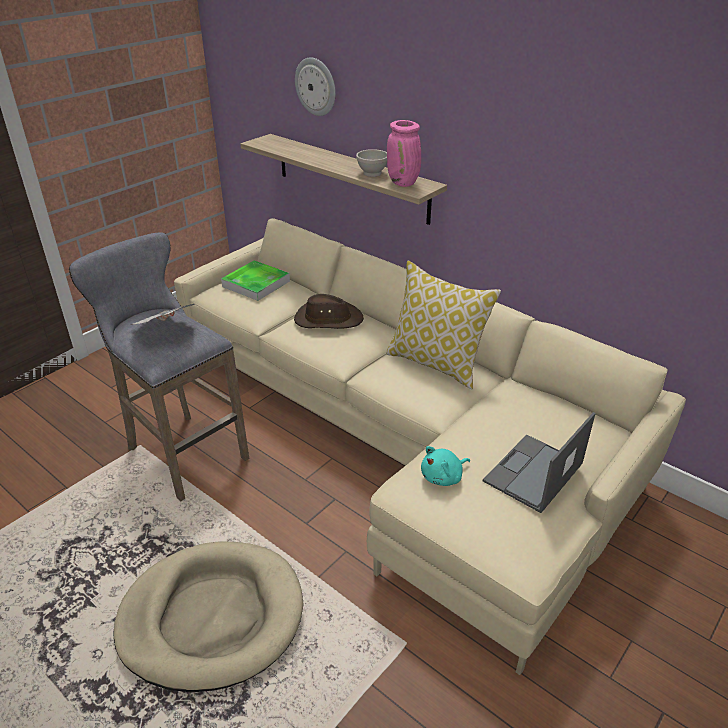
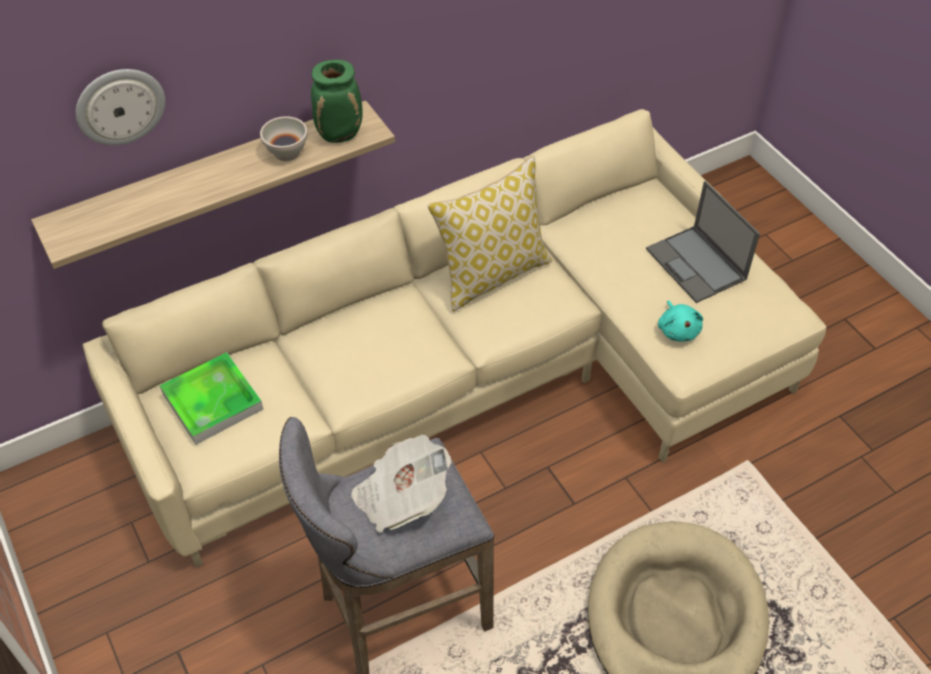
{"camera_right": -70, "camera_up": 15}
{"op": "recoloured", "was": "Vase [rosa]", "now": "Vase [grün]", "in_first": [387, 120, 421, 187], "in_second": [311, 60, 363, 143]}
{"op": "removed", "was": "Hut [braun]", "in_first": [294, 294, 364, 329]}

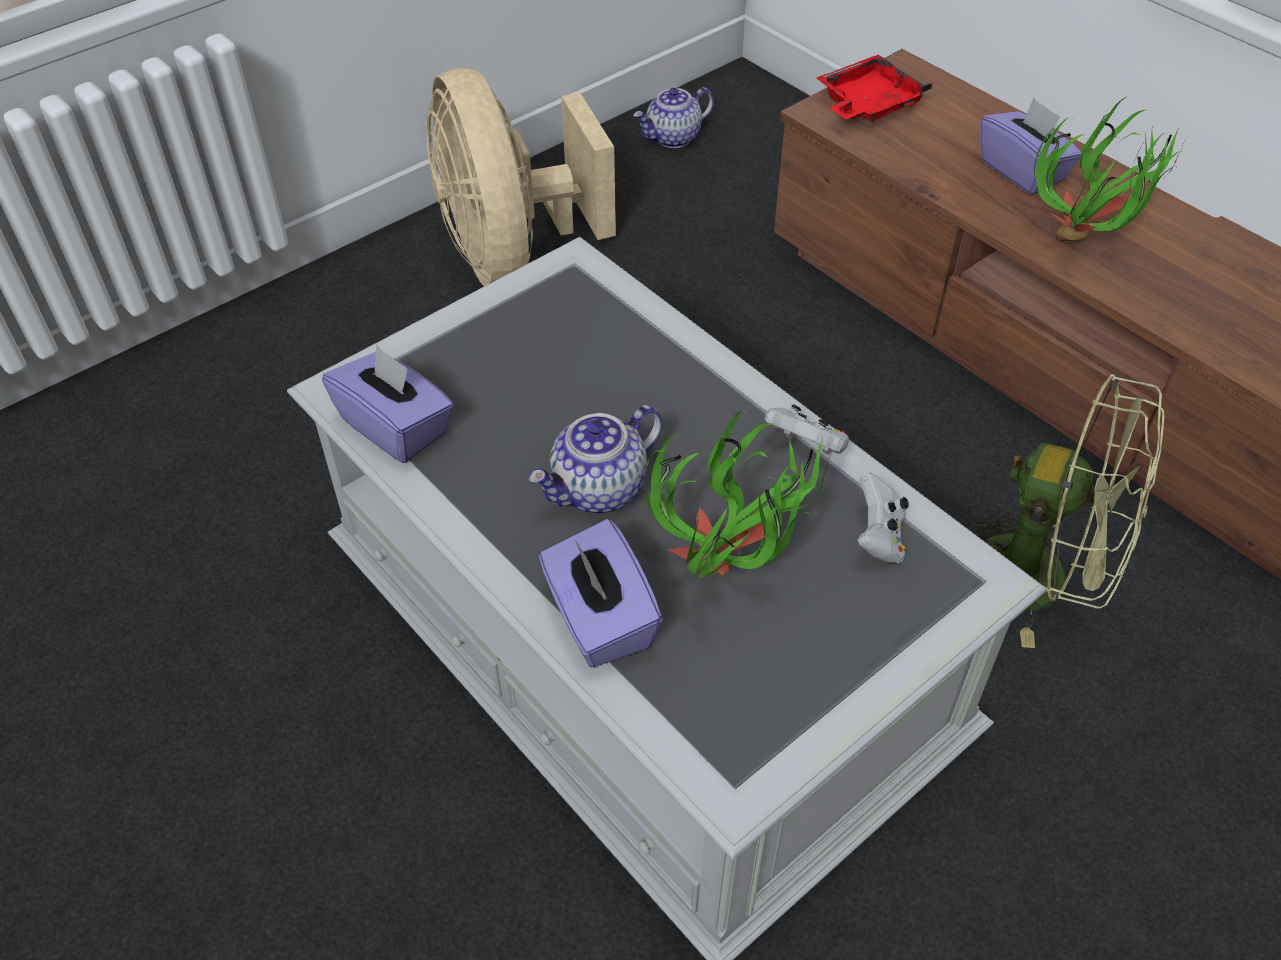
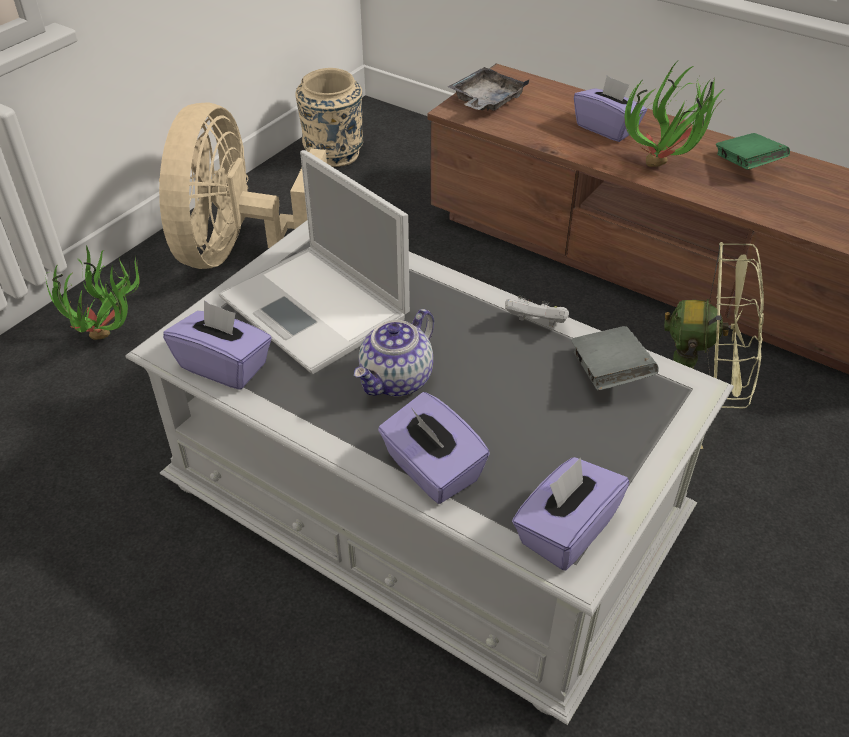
{"camera_right": -15, "camera_up": -5}
{"op": "recoloured", "was": "Tablett [rot]", "now": "Tablett [grau]", "in_first": [816, 55, 933, 122], "in_second": [448, 67, 530, 111]}
{"op": "turned", "was": "Ventilator [beige]", "in_first": [426, 68, 616, 286], "in_second": [159, 102, 327, 269], "clockwise": 45}
{"op": "replaced", "was": "Teekanne", "now": "Vase [beige]", "in_first": [633, 87, 714, 148], "in_second": [296, 68, 363, 167]}
{"op": "moved", "was": "Topfpflanze", "in_first": [645, 411, 831, 578], "in_second": [46, 245, 140, 340]}
{"op": "replaced", "was": "Gamepad [weiß]", "now": "Buch [grau]", "in_first": [857, 473, 909, 563], "in_second": [571, 326, 659, 390]}
{"op": "added", "now": "Buch [grün]", "in_second": [715, 133, 790, 170]}
{"op": "added", "now": "Laptop", "in_second": [219, 150, 410, 374]}
{"op": "added", "now": "Taschentuchbox [lila]", "in_second": [512, 457, 629, 570]}

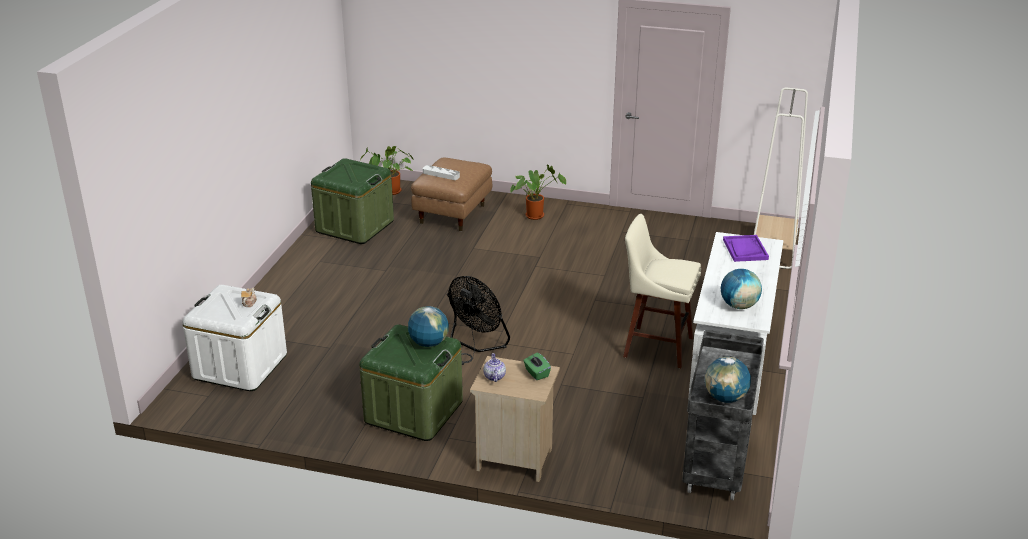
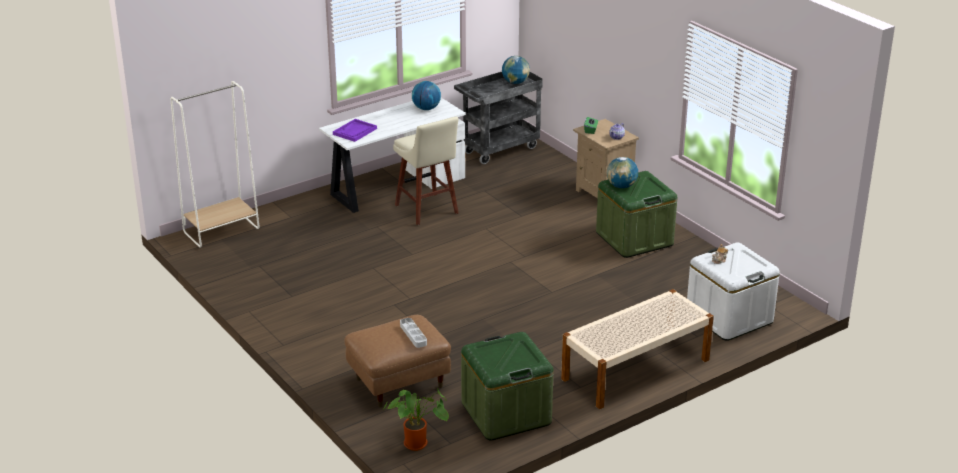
{"camera_right": -140, "camera_up": 0}
{"op": "removed", "was": "Topfpflanze", "in_first": [510, 164, 566, 220]}
{"op": "removed", "was": "Ventilator [schwarz]", "in_first": [447, 276, 510, 365]}
{"op": "added", "now": "Bank [beige]", "in_second": [561, 289, 714, 410]}

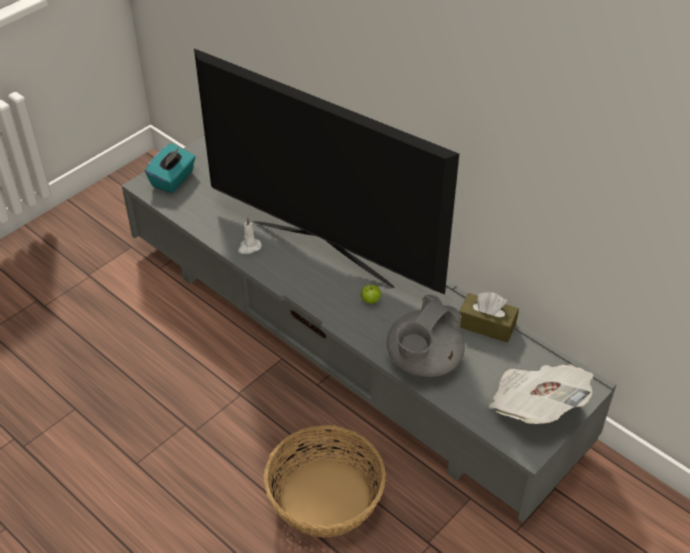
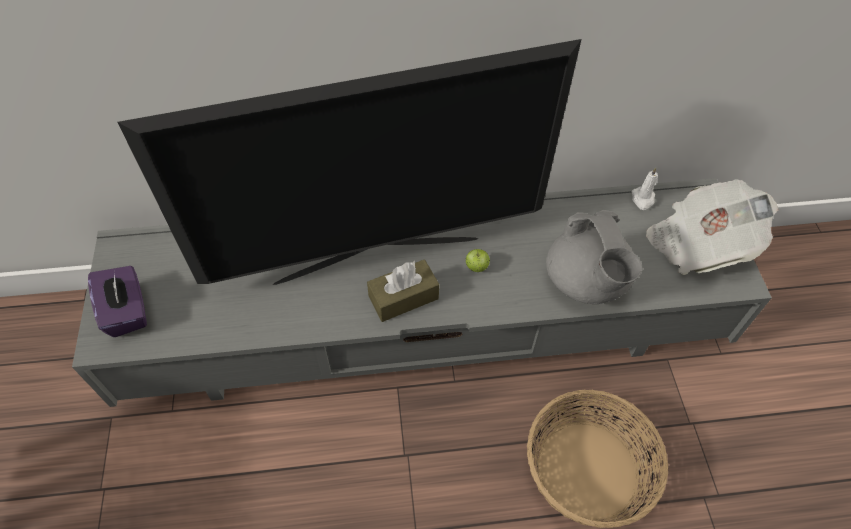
{"camera_right": -50, "camera_up": 10}
{"op": "recoloured", "was": "Taschentuchbox [türkis]", "now": "Taschentuchbox [lila]", "in_first": [145, 143, 196, 193], "in_second": [88, 266, 147, 337]}
{"op": "moved", "was": "Kerze [weiß]", "in_first": [238, 218, 262, 254], "in_second": [632, 167, 658, 210]}
{"op": "moved", "was": "Taschentuchbox [braun]", "in_first": [459, 292, 519, 343], "in_second": [367, 260, 439, 322]}

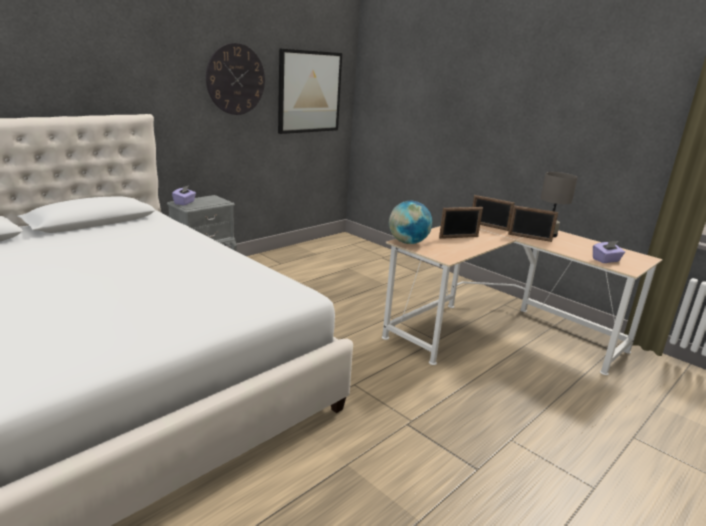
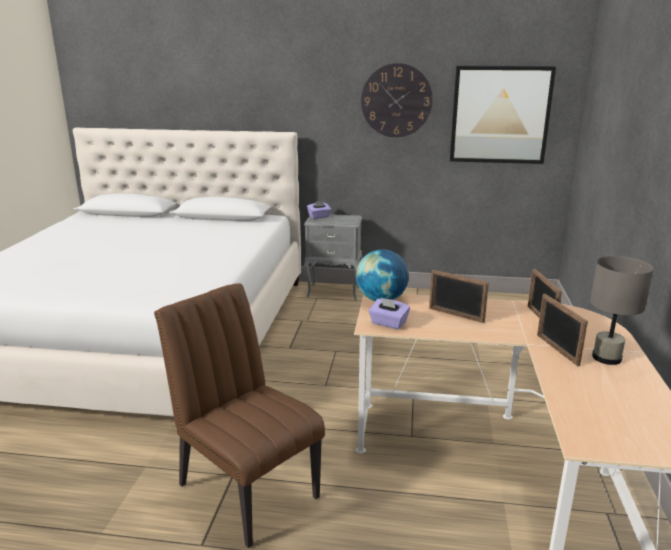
{"camera_right": 55, "camera_up": 0}
{"op": "moved", "was": "Taschentuchbox [lila]", "in_first": [593, 241, 625, 263], "in_second": [369, 298, 410, 329]}
{"op": "added", "now": "Stuhl [braun]", "in_second": [154, 283, 325, 548]}

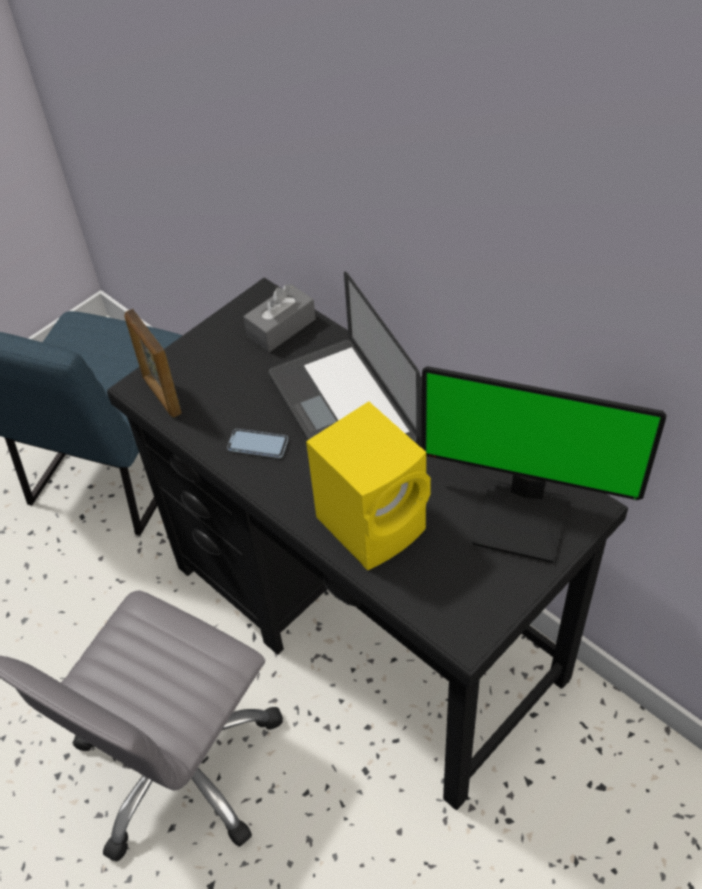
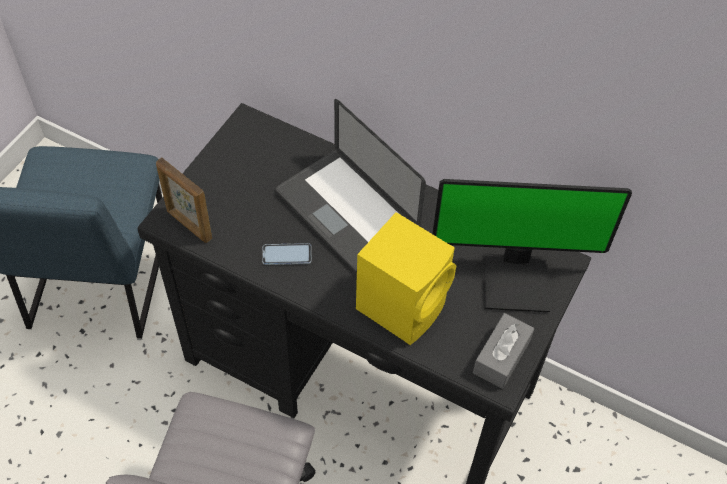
{"camera_right": -20, "camera_up": 5}
{"op": "moved", "was": "Taschentuchbox [grau]", "in_first": [243, 284, 316, 352], "in_second": [473, 313, 535, 389]}

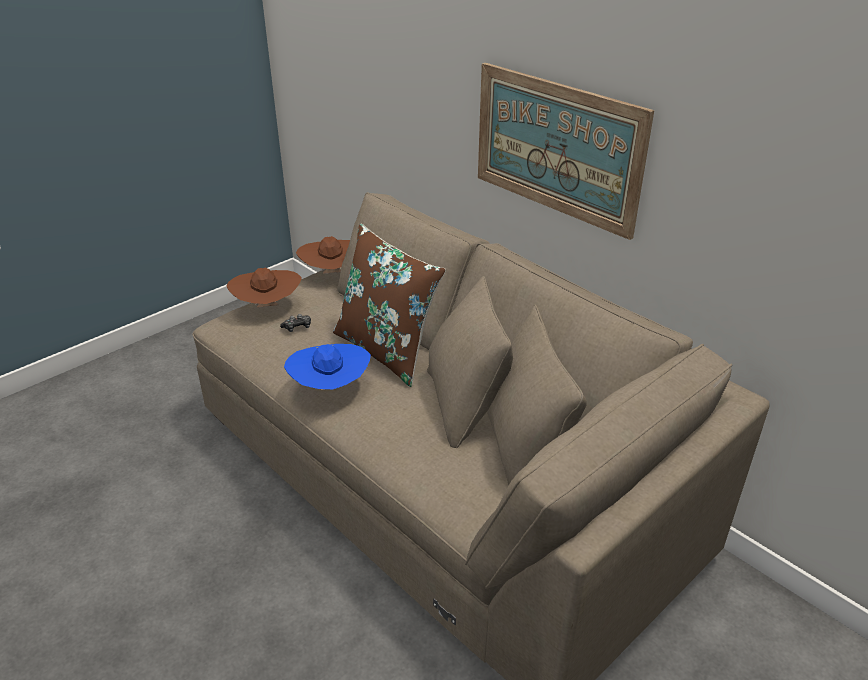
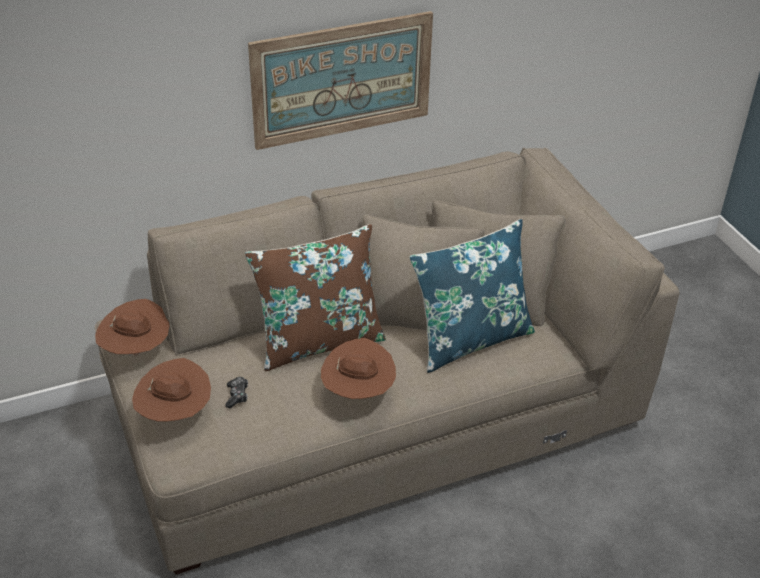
{"camera_right": -70, "camera_up": 5}
{"op": "recoloured", "was": "Hut [blau]", "now": "Hut [braun]", "in_first": [284, 344, 371, 390], "in_second": [321, 338, 396, 399]}
{"op": "added", "now": "Kissen [blau]", "in_second": [409, 219, 535, 373]}

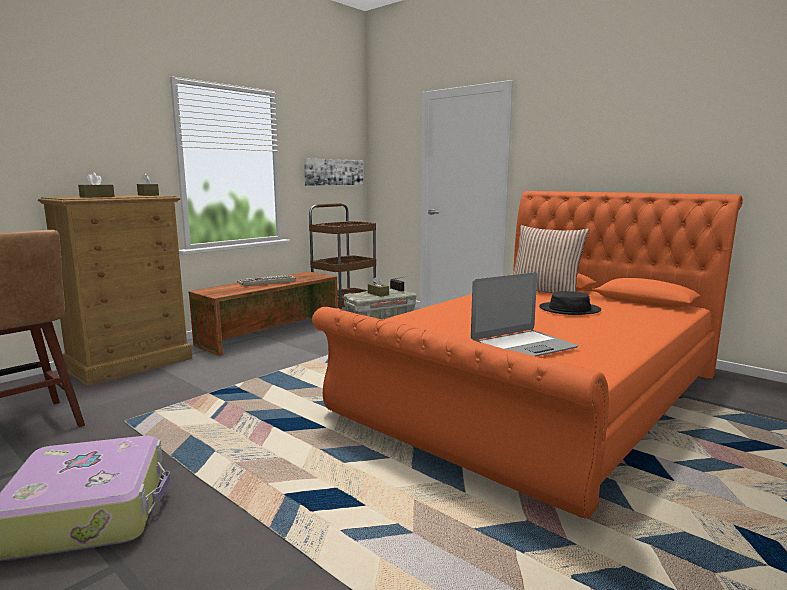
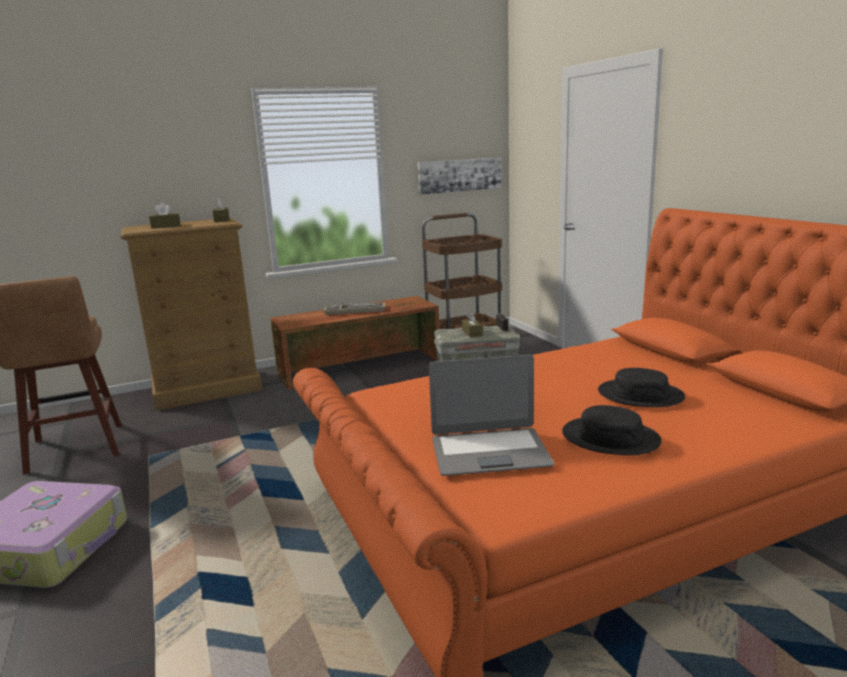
{"camera_right": 25, "camera_up": 5}
{"op": "removed", "was": "Kissen", "in_first": [512, 225, 589, 293]}
{"op": "added", "now": "Hut [schwarz]", "in_second": [562, 405, 661, 455]}

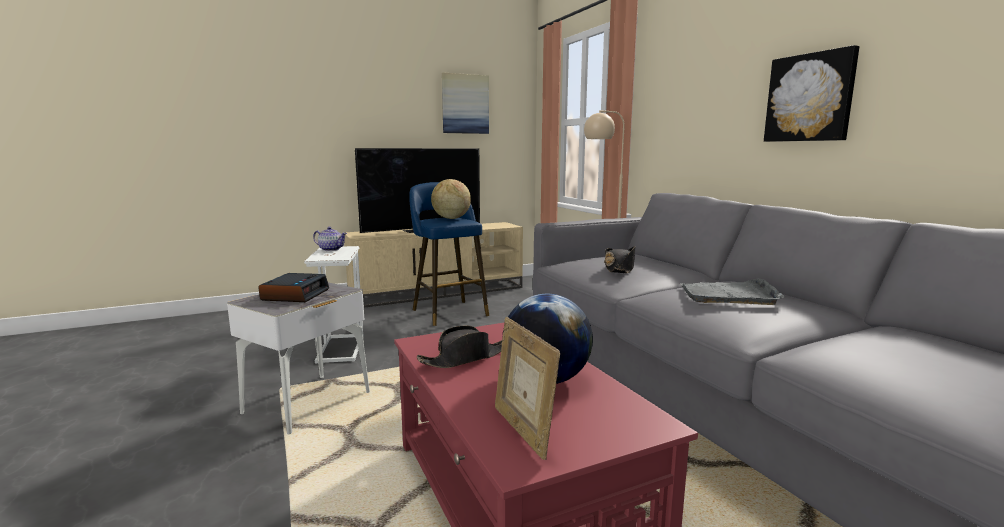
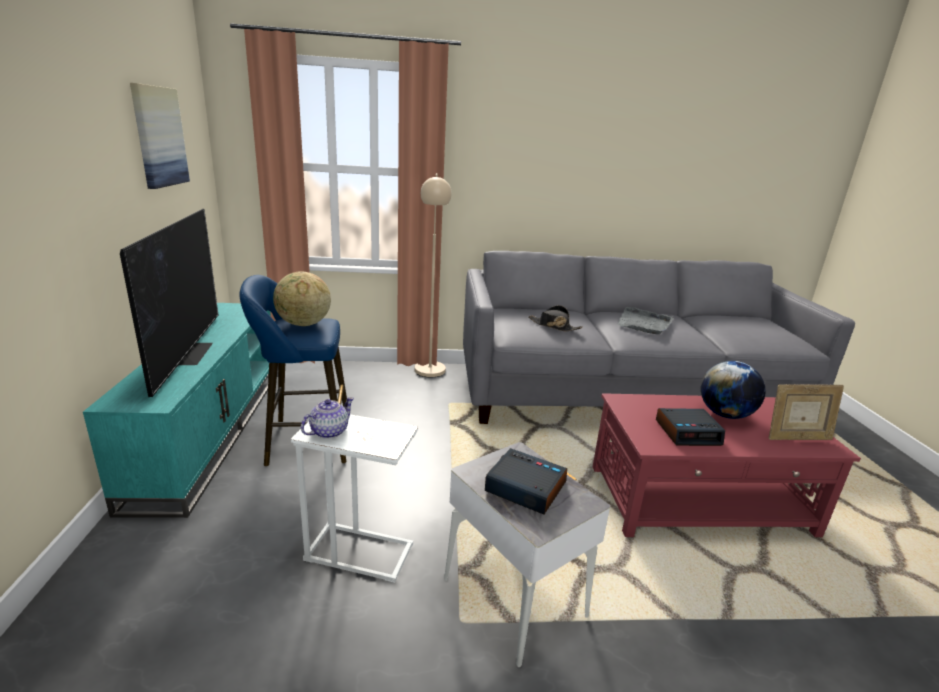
{"camera_right": -70, "camera_up": 10}
{"op": "removed", "was": "Bild", "in_first": [764, 45, 859, 142]}
{"op": "recoloured", "was": "Fernsehschrank [beige]", "now": "Fernsehschrank [türkis]", "in_first": [344, 222, 523, 308], "in_second": [83, 303, 271, 518]}
{"op": "replaced", "was": "Hut [schwarz]", "now": "Wecker", "in_first": [417, 325, 502, 368], "in_second": [656, 408, 725, 446]}

